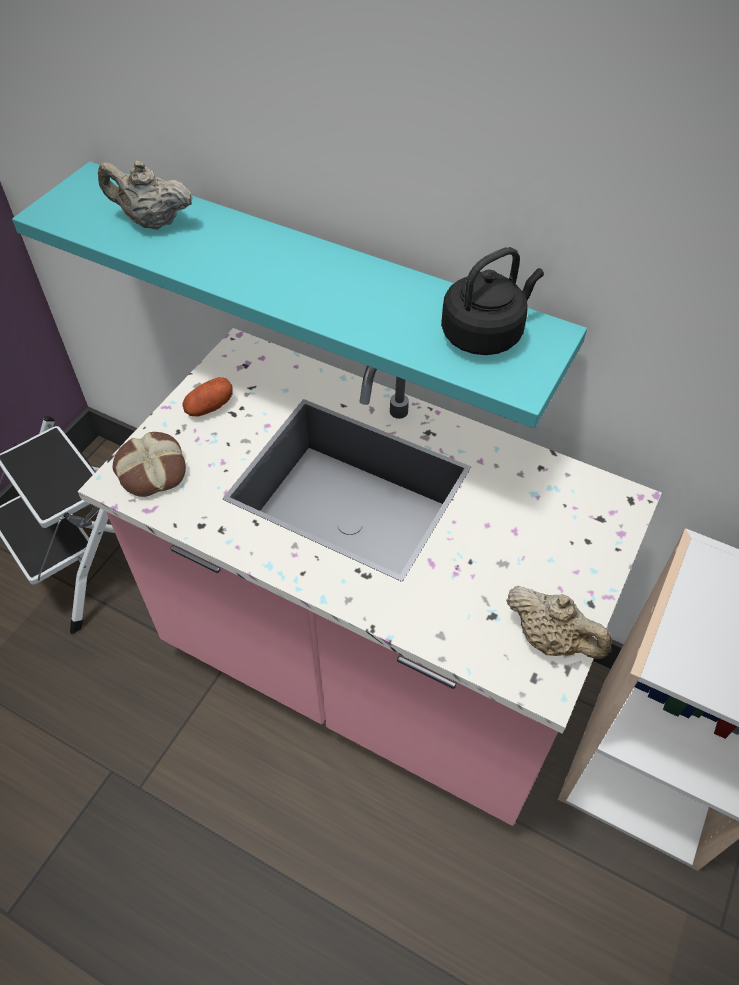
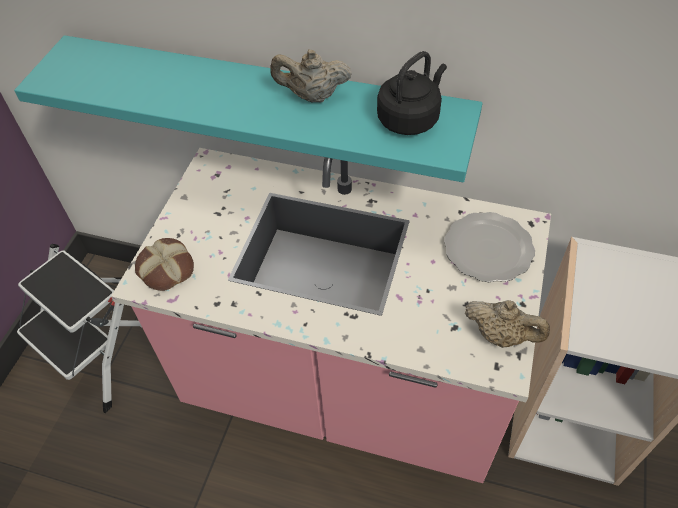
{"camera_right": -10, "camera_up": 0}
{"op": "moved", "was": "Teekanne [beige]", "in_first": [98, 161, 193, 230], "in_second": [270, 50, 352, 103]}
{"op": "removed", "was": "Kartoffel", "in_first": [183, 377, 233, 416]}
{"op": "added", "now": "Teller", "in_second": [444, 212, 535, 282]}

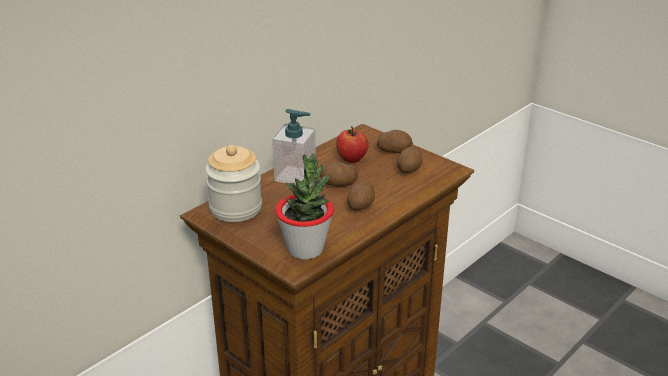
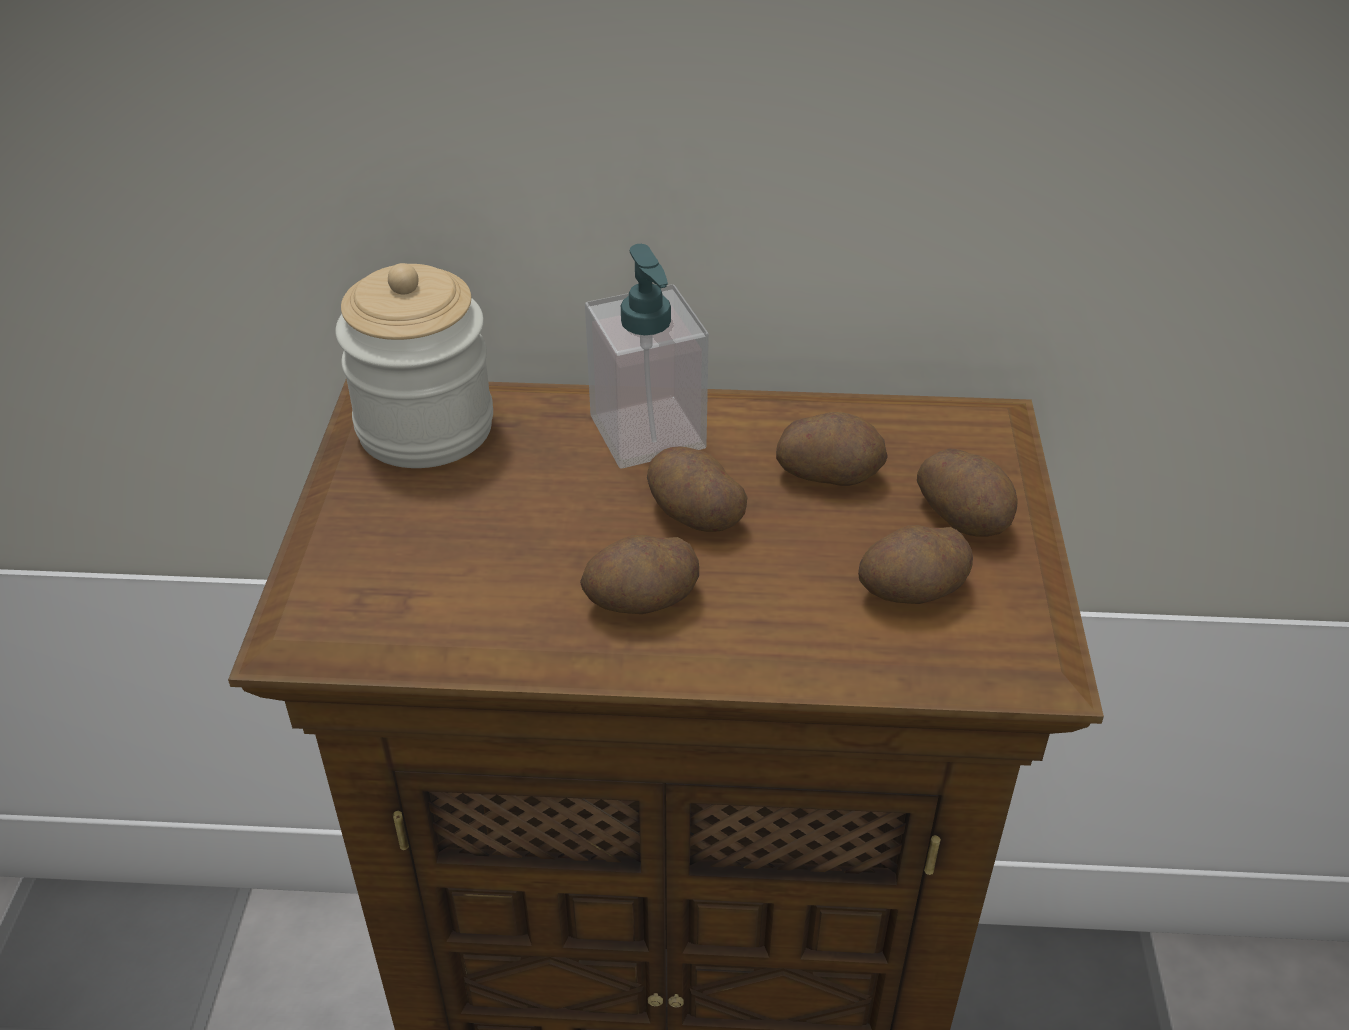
{"camera_right": 50, "camera_up": 10}
{"op": "replaced", "was": "Apfel", "now": "Kartoffel", "in_first": [336, 126, 369, 163], "in_second": [776, 412, 888, 486]}
{"op": "removed", "was": "Topfpflanze", "in_first": [275, 153, 334, 260]}

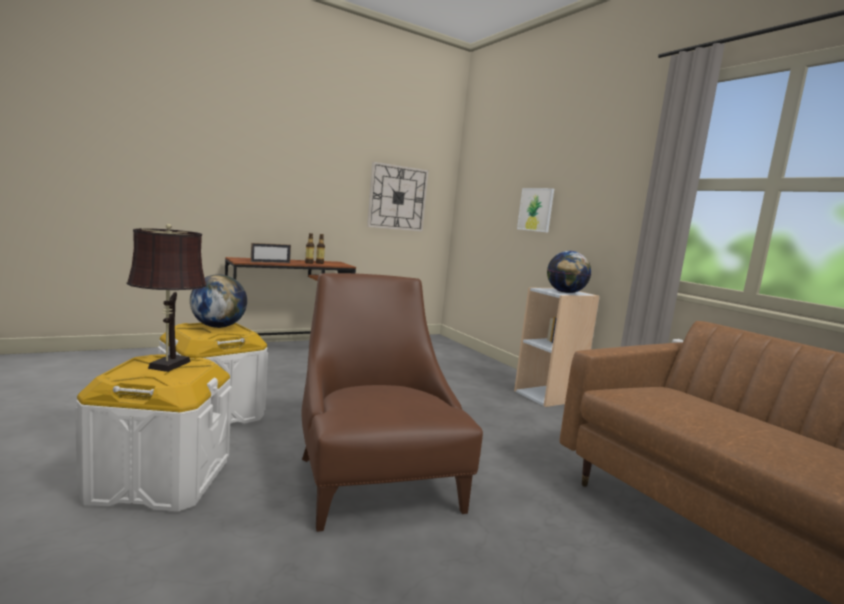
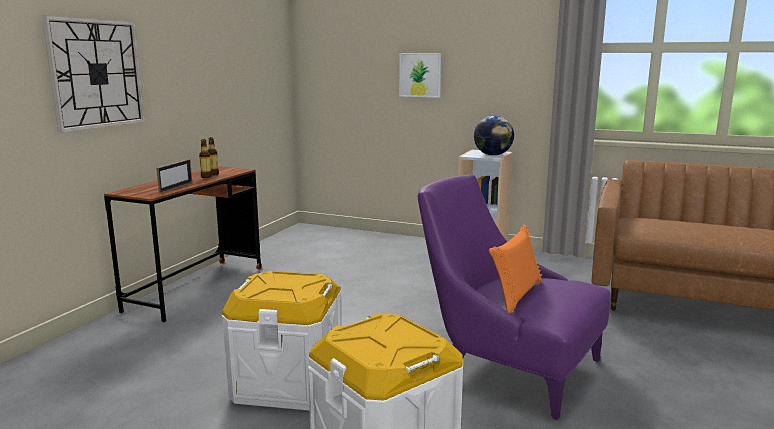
{"camera_right": -35, "camera_up": 5}
{"op": "moved", "was": "Wanduhr", "in_first": [367, 162, 429, 232], "in_second": [42, 15, 145, 133]}
{"op": "removed", "was": "Tischlampe [braun]", "in_first": [126, 224, 206, 372]}
{"op": "recoloured", "was": "Sessel [braun]", "now": "Sessel [lila]", "in_first": [301, 273, 483, 532], "in_second": [418, 175, 611, 420]}
{"op": "removed", "was": "Globus", "in_first": [190, 274, 247, 328]}
{"op": "added", "now": "Kissen [orange]", "in_second": [489, 225, 543, 314]}

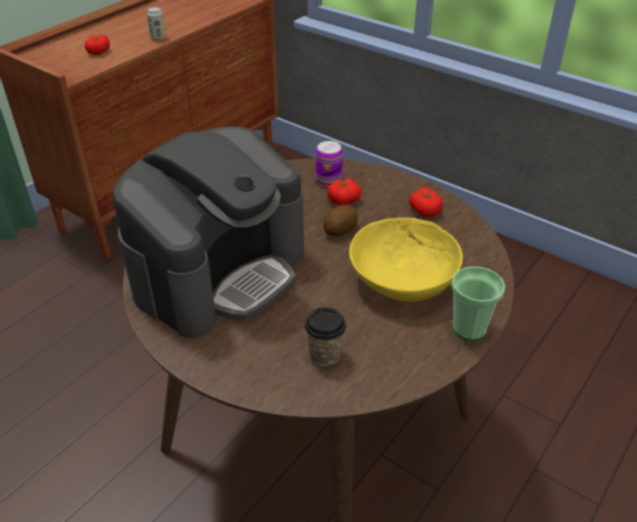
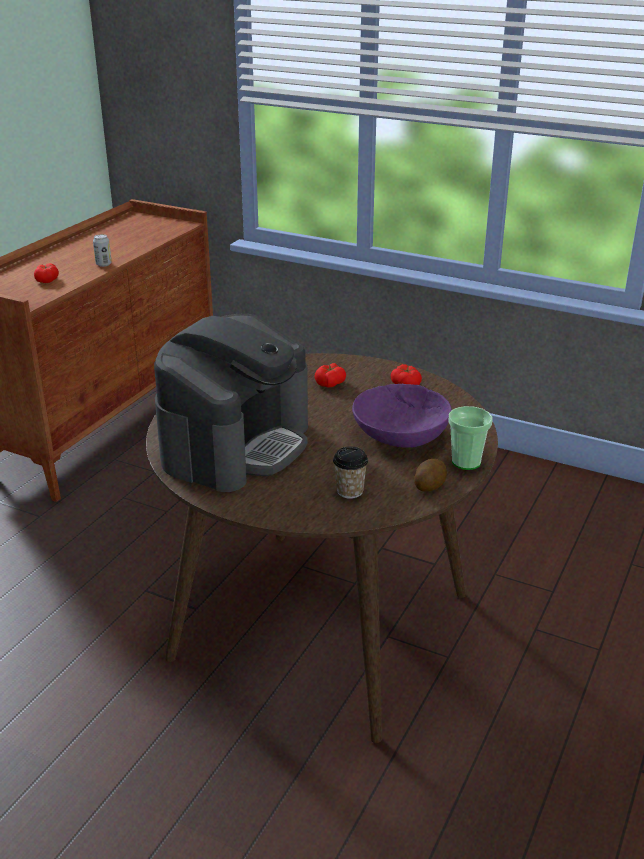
{"camera_right": -10, "camera_up": -10}
{"op": "removed", "was": "Dose", "in_first": [316, 141, 343, 186]}
{"op": "moved", "was": "Kartoffel", "in_first": [323, 205, 358, 236], "in_second": [414, 459, 447, 492]}
{"op": "recoloured", "was": "Schüssel [gelb]", "now": "Schüssel [lila]", "in_first": [349, 218, 463, 302], "in_second": [352, 384, 452, 448]}

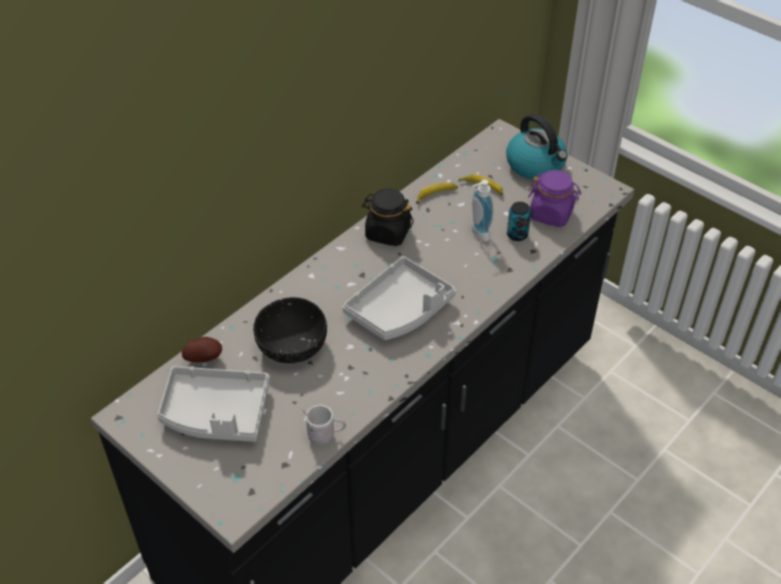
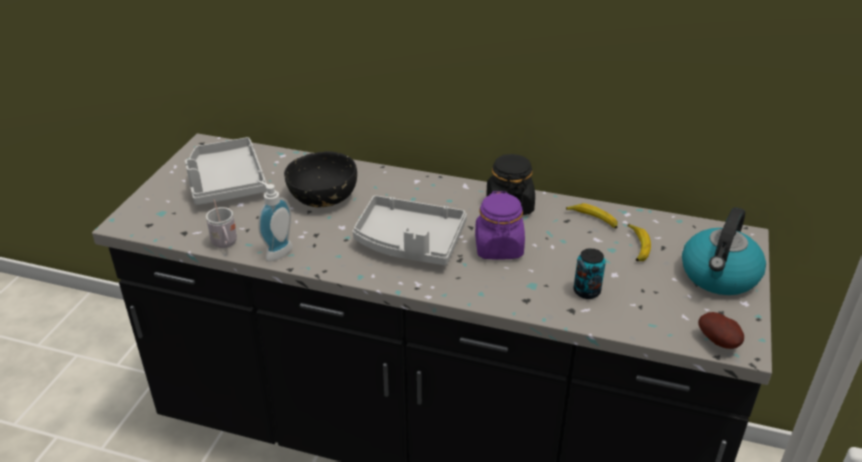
{"camera_right": 65, "camera_up": -10}
{"op": "moved", "was": "Vorratsglas [lila]", "in_first": [528, 170, 581, 227], "in_second": [475, 191, 525, 260]}
{"op": "moved", "was": "Seifenspender", "in_first": [471, 180, 494, 242], "in_second": [257, 181, 292, 261]}
{"op": "moved", "was": "Kartoffel", "in_first": [182, 337, 222, 362], "in_second": [698, 312, 744, 349]}

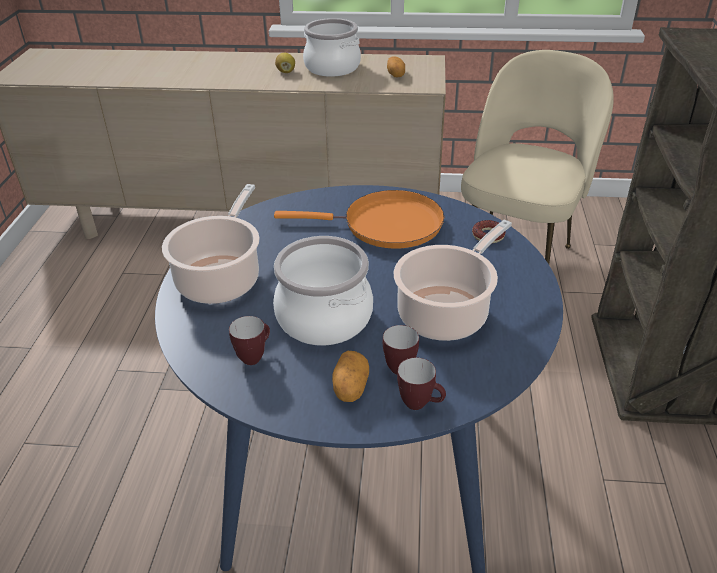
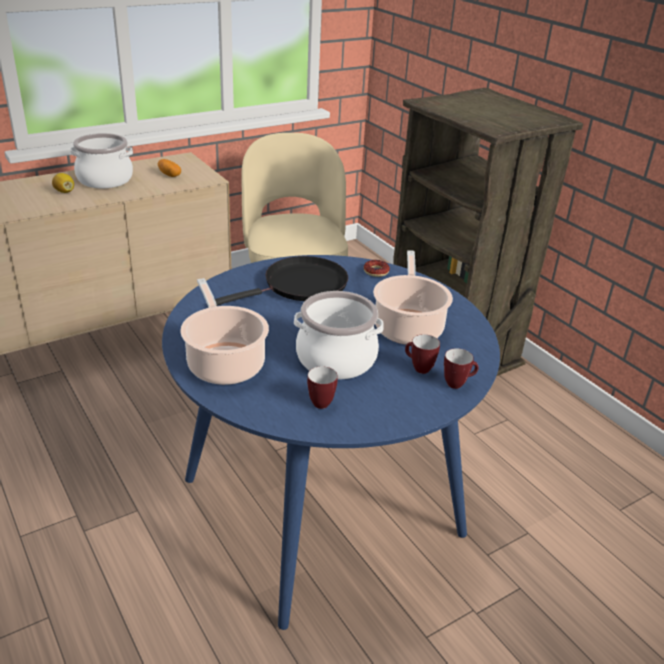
{"camera_right": -40, "camera_up": -5}
{"op": "recoloured", "was": "Pfanne [orange]", "now": "Pfanne [schwarz]", "in_first": [274, 190, 444, 249], "in_second": [215, 256, 348, 306]}
{"op": "removed", "was": "Kartoffel", "in_first": [332, 351, 369, 402]}

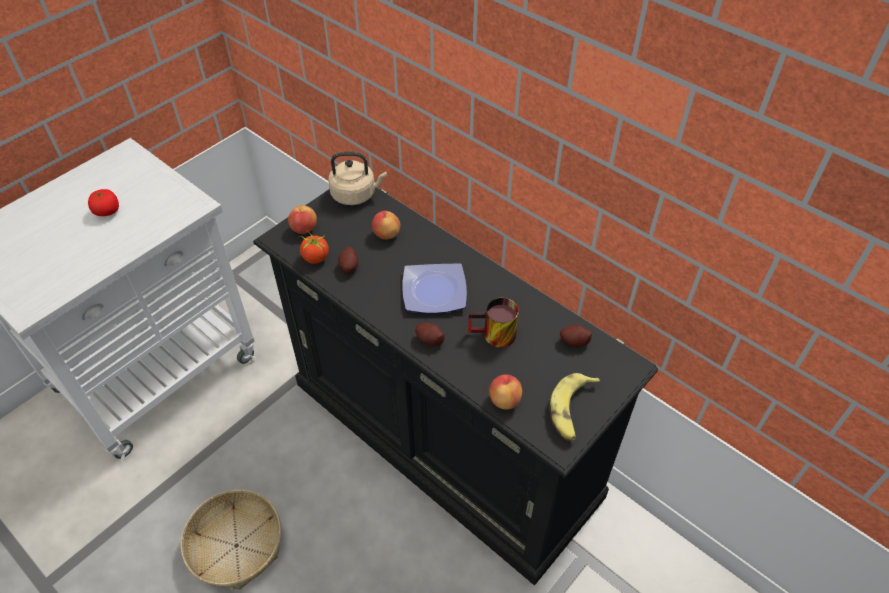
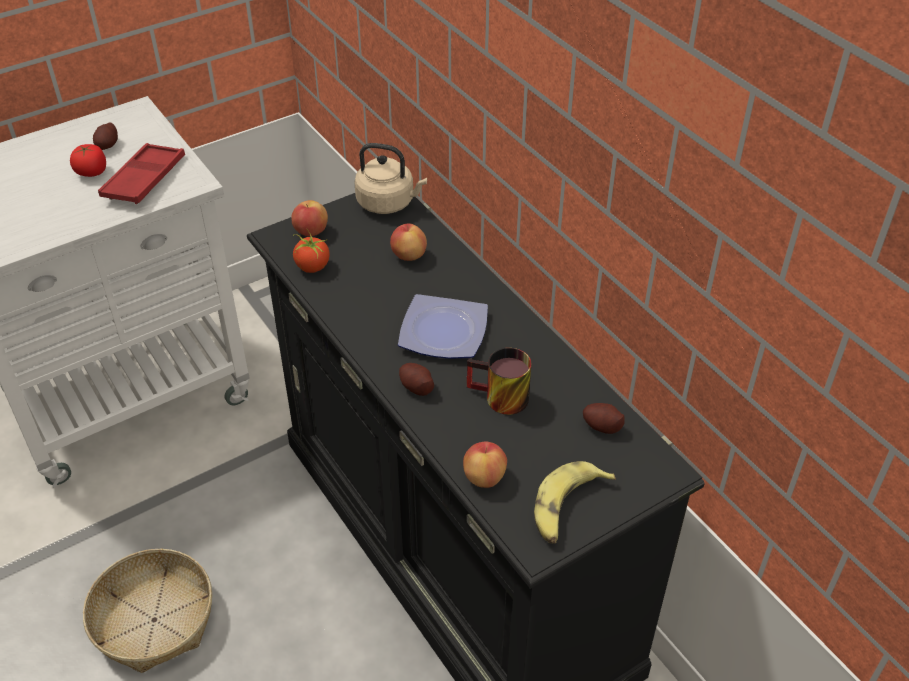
{"camera_right": 15, "camera_up": -5}
{"op": "moved", "was": "Kartoffel", "in_first": [338, 247, 359, 273], "in_second": [93, 123, 118, 150]}
{"op": "added", "now": "Tablett [rot]", "in_second": [98, 143, 185, 204]}

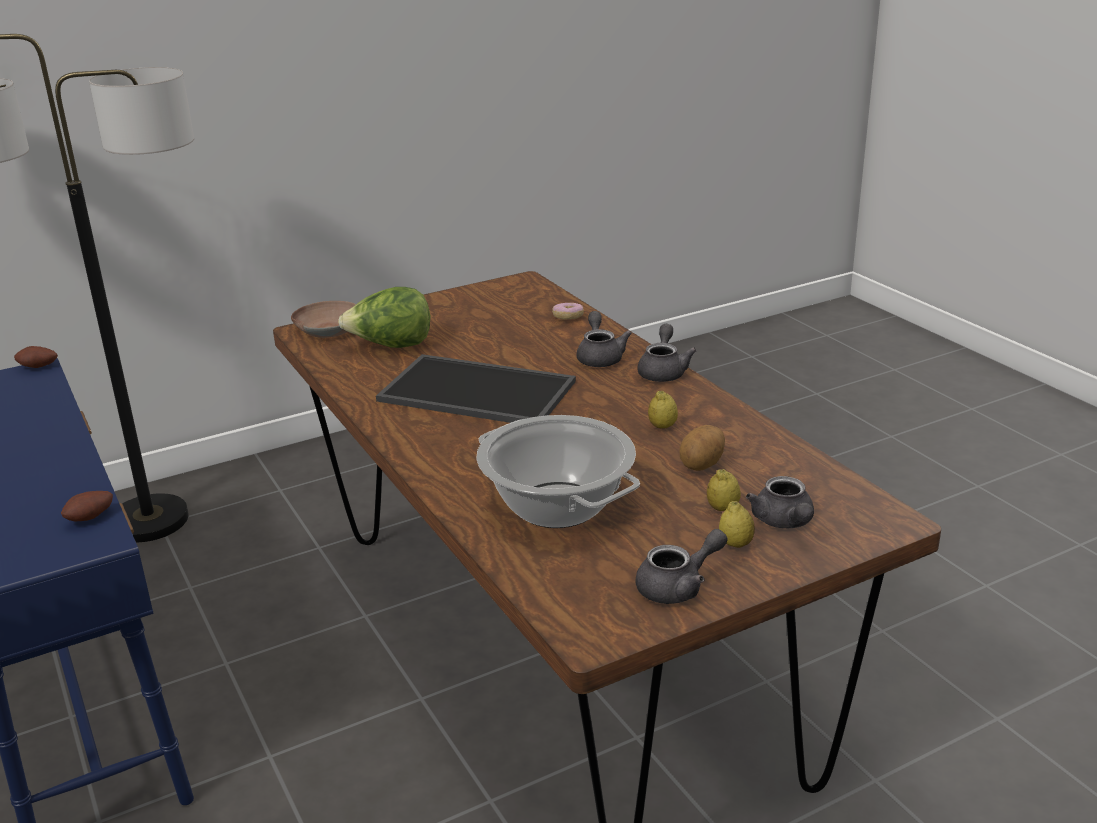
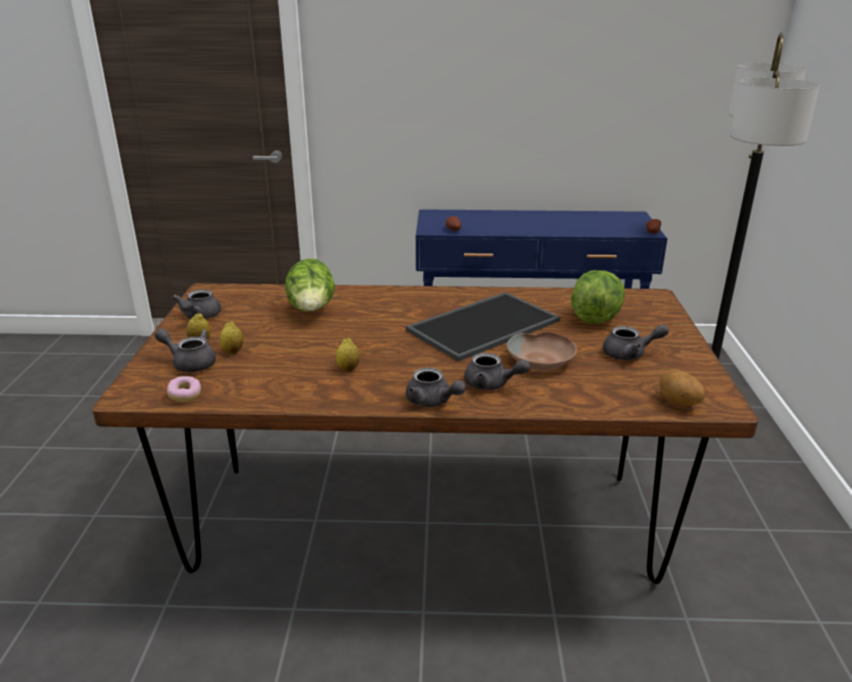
{"camera_right": 120, "camera_up": 0}
{"op": "moved", "was": "Schüssel [braun]", "in_first": [291, 301, 356, 338], "in_second": [507, 332, 577, 370]}
{"op": "moved", "was": "Donut", "in_first": [552, 303, 584, 320], "in_second": [167, 376, 201, 402]}
{"op": "replaced", "was": "Kochtopf", "now": "Salatkopf", "in_first": [476, 415, 640, 528], "in_second": [285, 258, 335, 312]}
{"op": "moved", "was": "Kartoffel", "in_first": [679, 425, 725, 471], "in_second": [659, 369, 705, 406]}
{"op": "added", "now": "Teekanne [grau]", "in_second": [603, 324, 669, 360]}

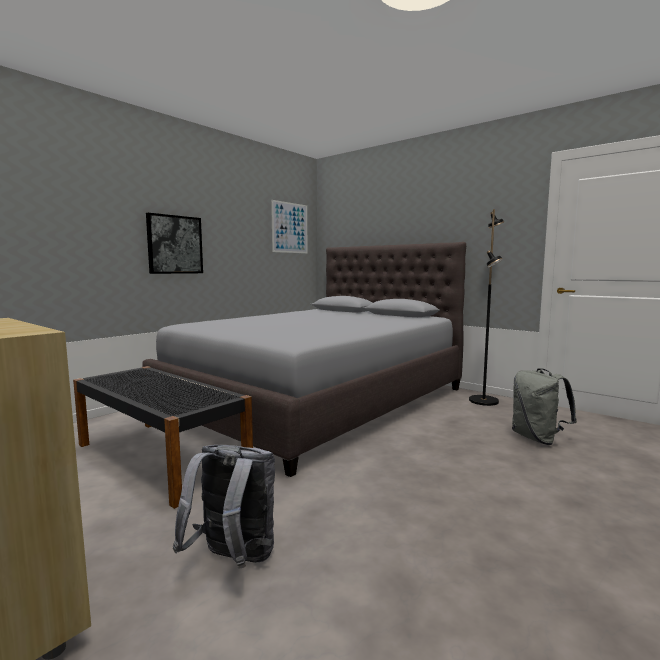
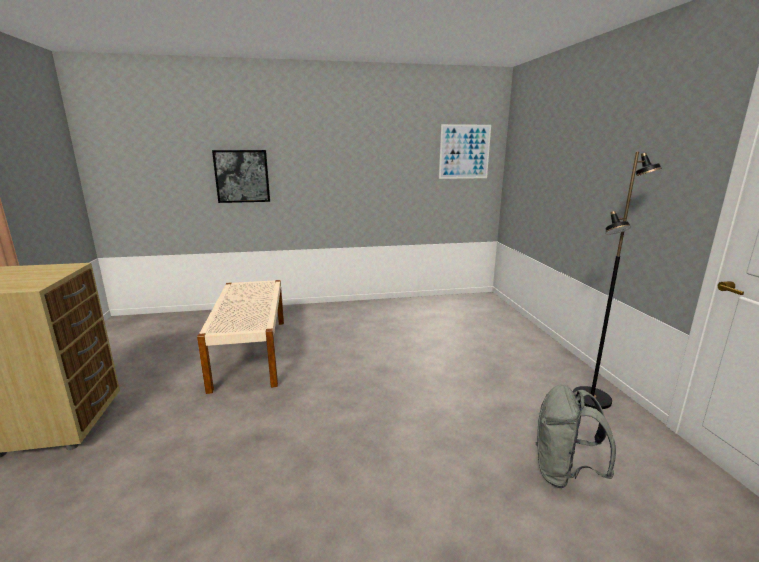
{"camera_right": 40, "camera_up": 10}
{"op": "moved", "was": "Bild", "in_first": [146, 213, 203, 274], "in_second": [212, 150, 270, 203]}
{"op": "removed", "was": "Bett [grau]", "in_first": [142, 242, 466, 477]}
{"op": "recoloured", "was": "Bank [schwarz]", "now": "Bank [beige]", "in_first": [73, 366, 253, 509], "in_second": [197, 280, 284, 394]}
{"op": "removed", "was": "Rucksack [grau]", "in_first": [173, 445, 275, 569]}

